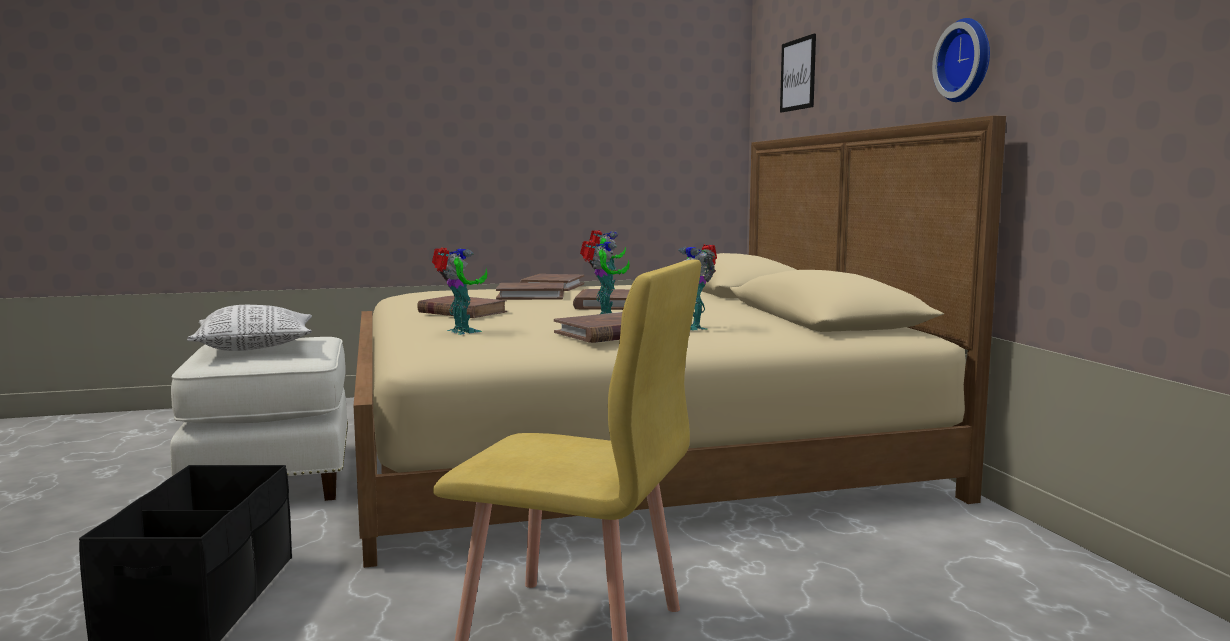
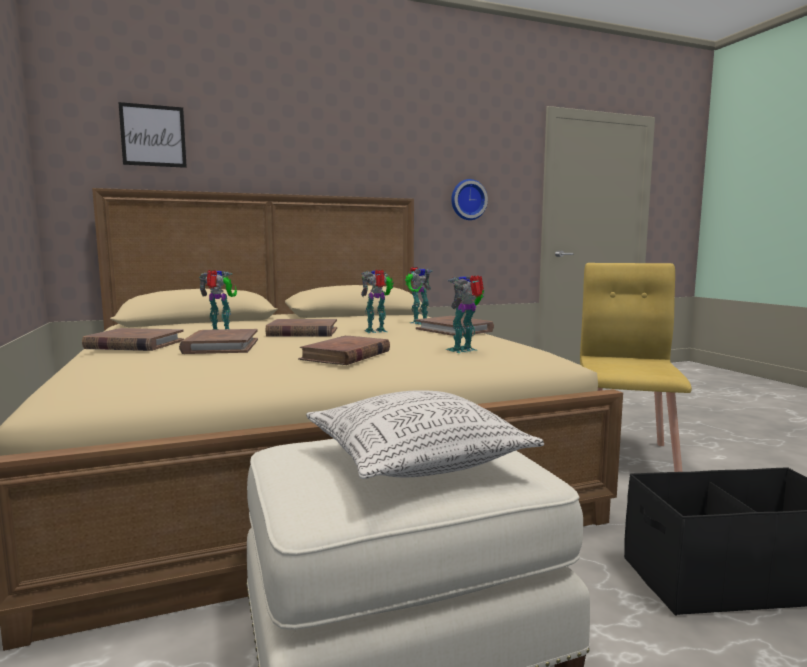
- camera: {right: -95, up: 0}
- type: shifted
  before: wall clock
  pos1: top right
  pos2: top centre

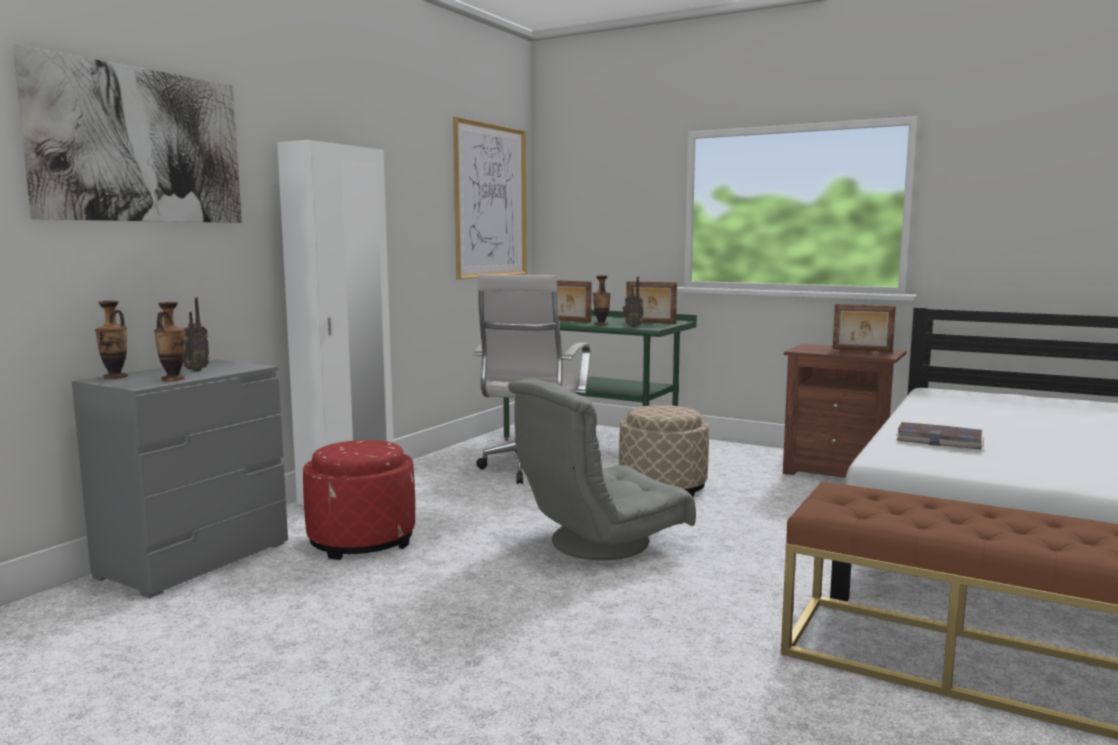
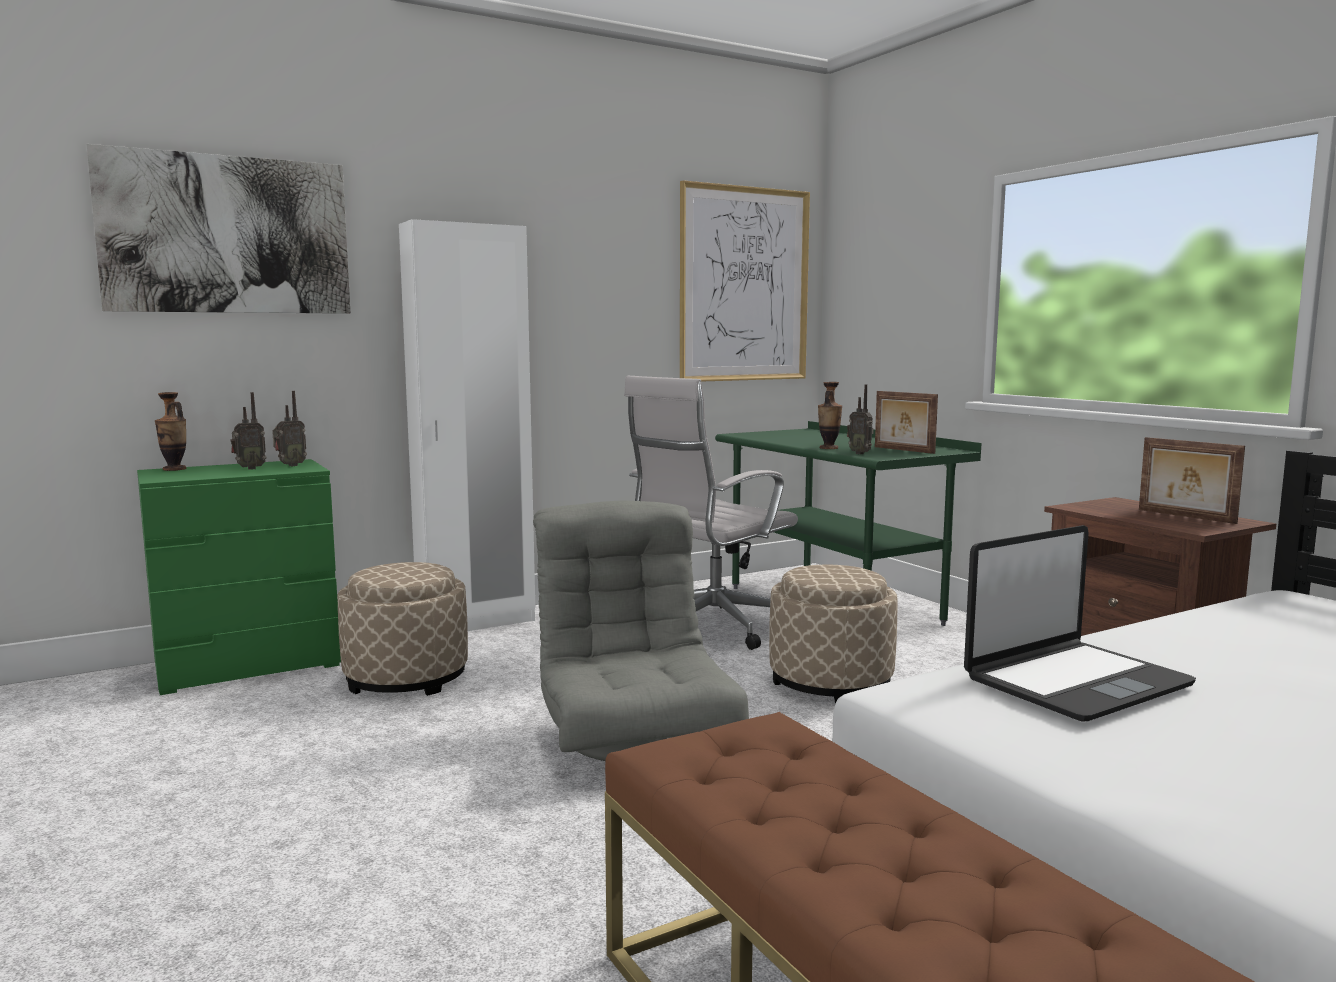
- camera: {right: 30, up: 0}
- type: gone
  before: vase (no. 2 from left)
  pos1: middle left
- type: gone
  before: picture frame (no. 1 from left)
  pos1: centre
- type: new
  after: radio (no. 2 from left)
  pos2: middle left
- type: swapped
  before: book
  after: laptop
  pos1: middle right
  pos2: middle right
- type: repainted
  before: grey dresser
  after: green dresser
  pos1: middle left
  pos2: middle left
- type: repainted
  before: red ottoman
  after: beige ottoman (no. 1 from left)
  pos1: bottom left
  pos2: middle left
- type: rotated
  before: grey armchair
  pos1: centre
  pos2: centre
  turn: 75

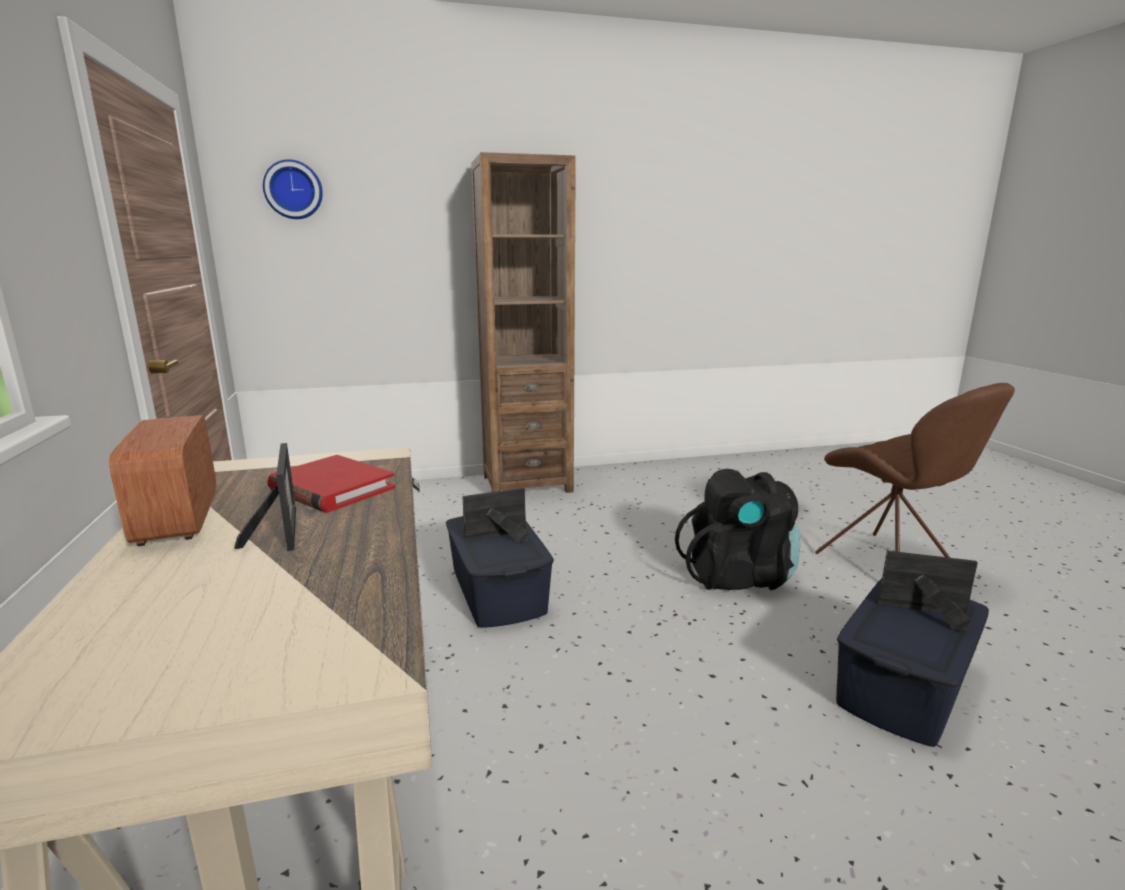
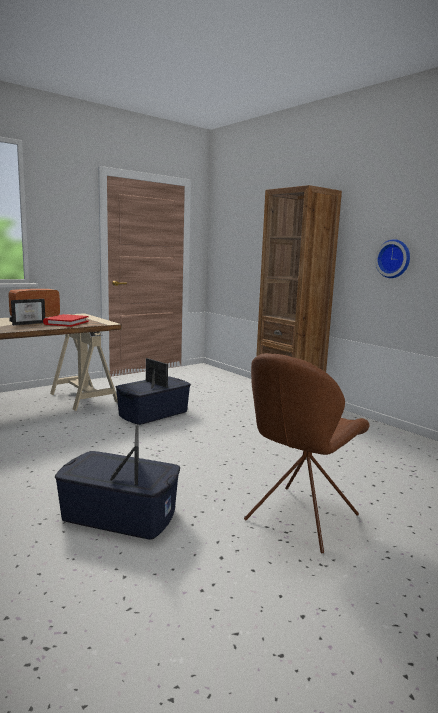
- camera: {right: 65, up: -5}
- type: gone
  before: black backpack
  pos1: centre
- type: shifted
  before: wall clock
  pos1: top left
  pos2: middle right

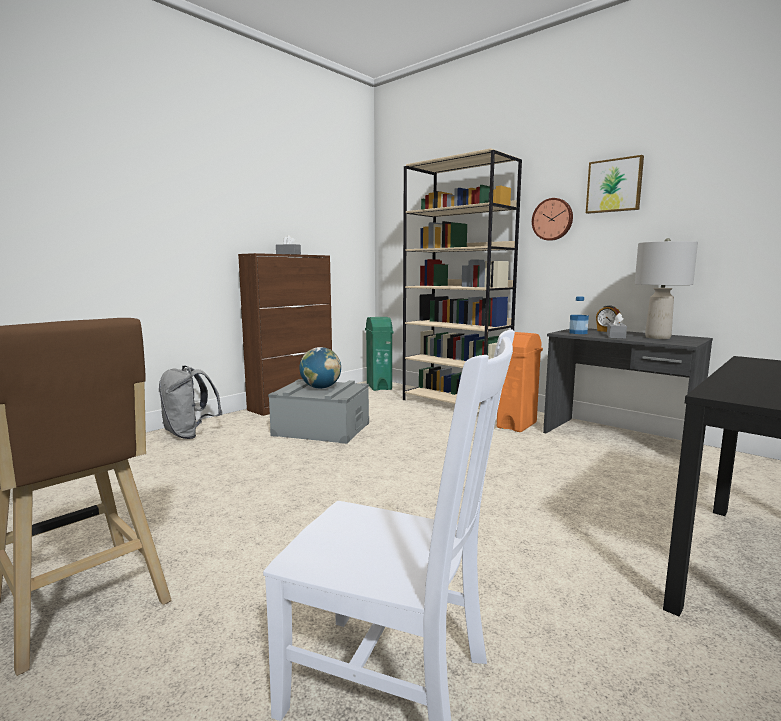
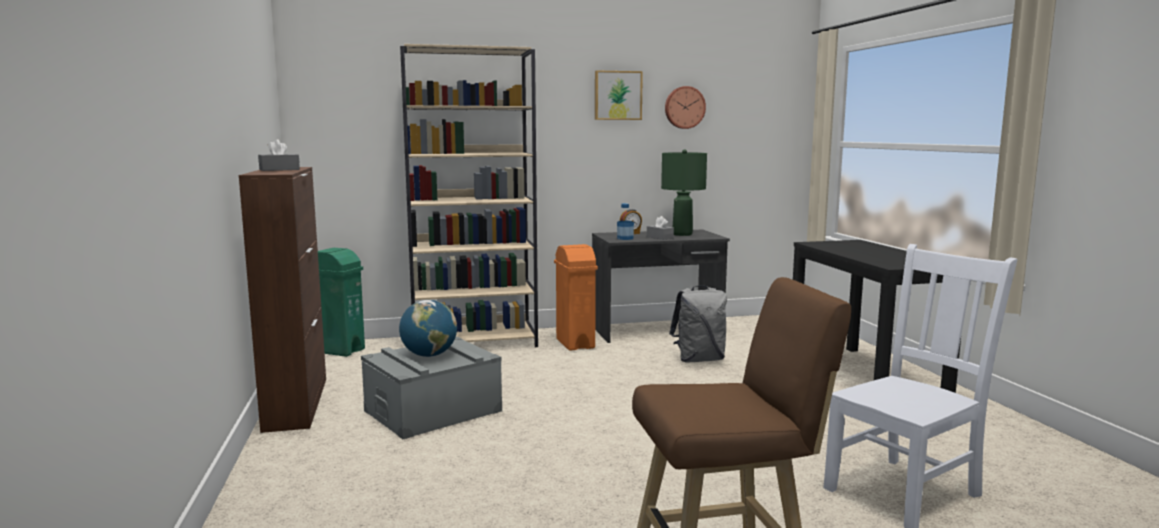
- camera: {right: -55, up: 0}
- type: shifted
  before: grey backpack
  pos1: middle left
  pos2: centre
- type: shifted
  before: wall clock
  pos1: top right
  pos2: top centre
- type: repainted
  before: grey table lamp
  after: green table lamp
  pos1: middle right
  pos2: centre

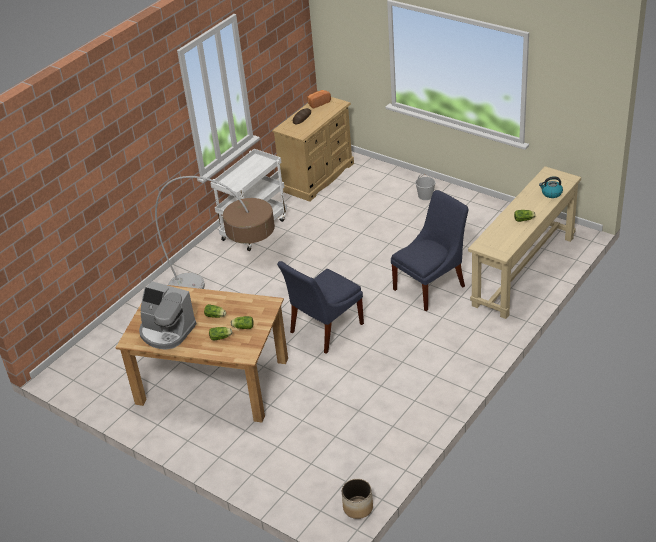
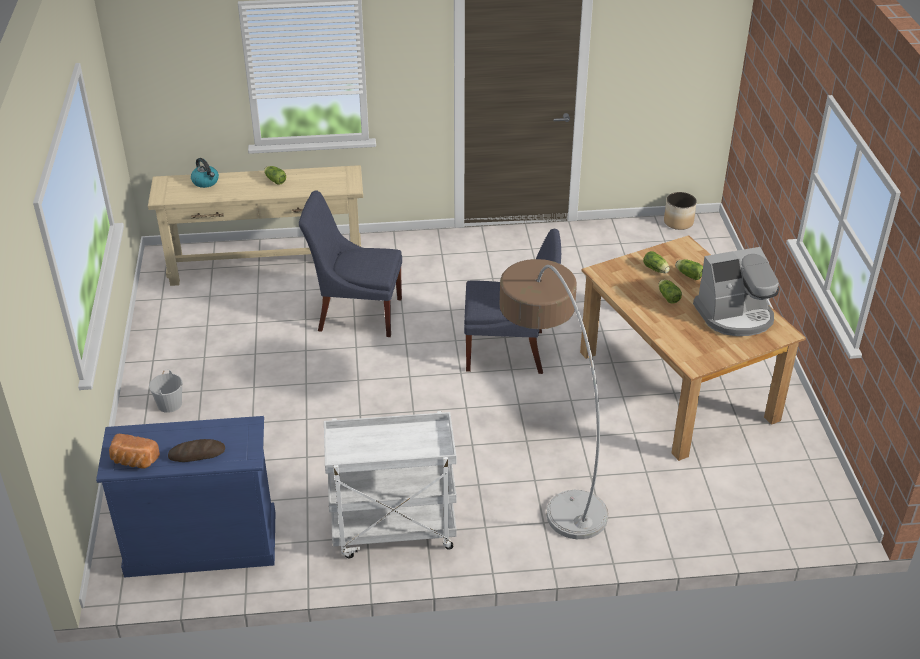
- camera: {right: -135, up: 0}
- type: repainted
  before: beige dresser
  after: blue dresser
  pos1: top centre
  pos2: bottom left
- type: rotated
  before: coffee machine
  pos1: middle left
  pos2: middle right
  turn: 90

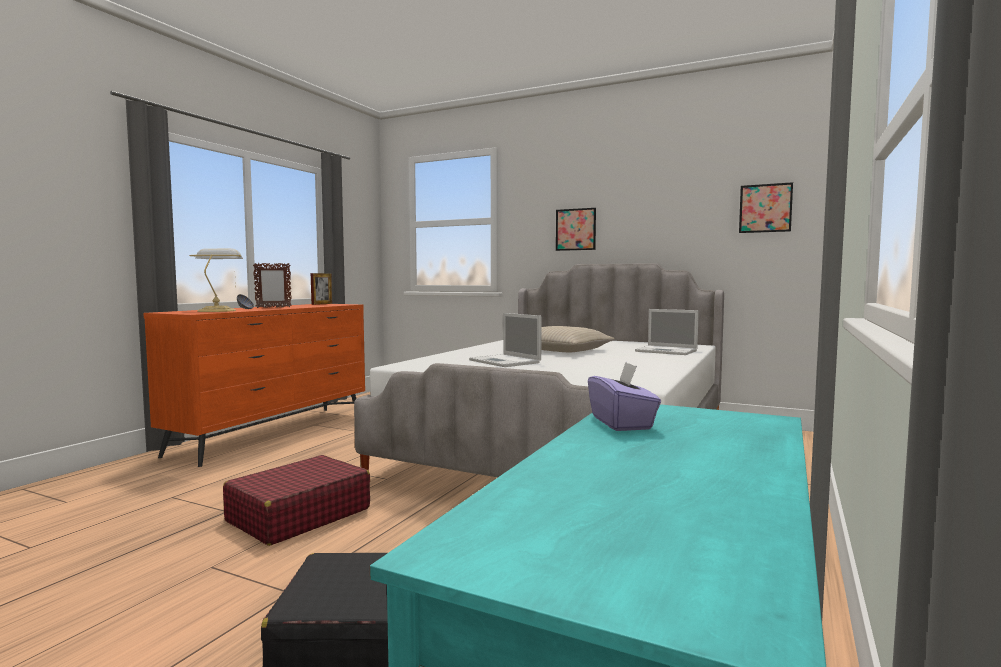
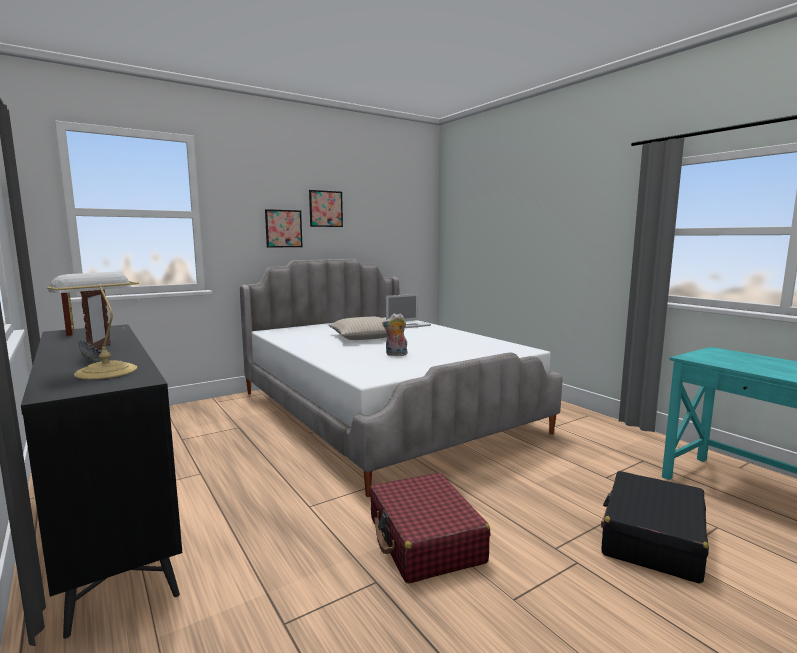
- camera: {right: -60, up: 5}
- type: gone
  before: purple tissue box
  pos1: centre
- type: shifted
  before: picture (no. 2 from left)
  pos1: top right
  pos2: top centre
- type: swapped
  before: laptop (no. 1 from left)
  after: plush toy
  pos1: centre
  pos2: centre
- type: repainted
  before: orange dresser
  after: black dresser
  pos1: middle left
  pos2: bottom left

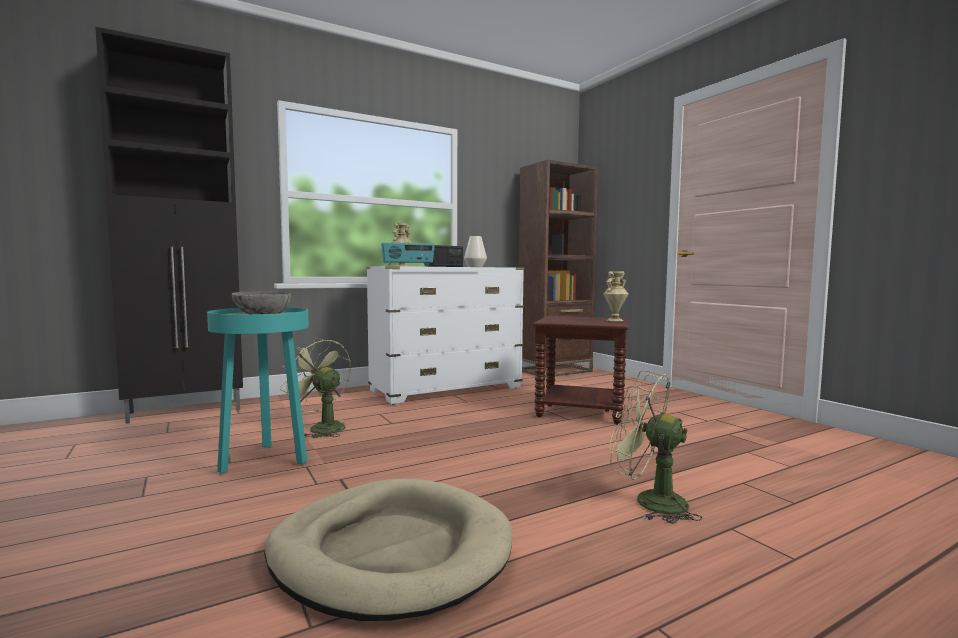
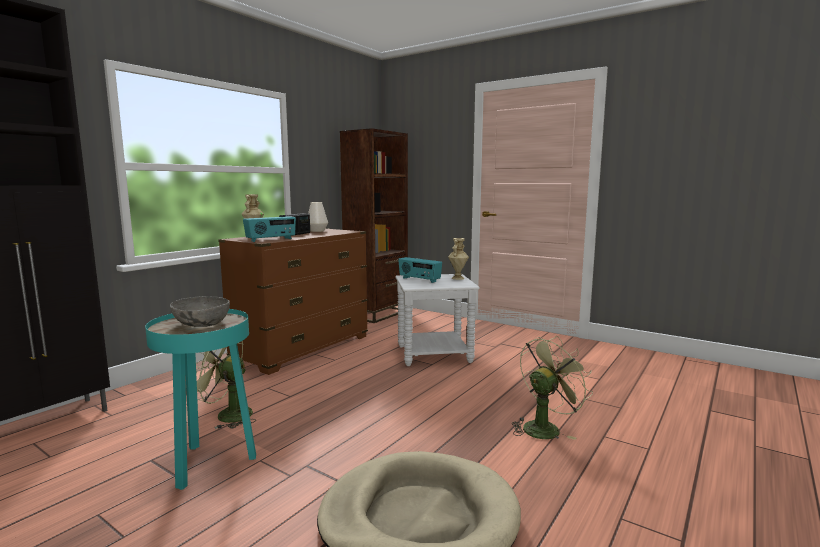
- camera: {right: -25, up: 5}
- type: new
  after: radio (no. 3 from left)
  pos2: centre
- type: repainted
  before: white dresser
  after: brown dresser
  pos1: centre
  pos2: centre
- type: repainted
  before: brown side table
  after: white side table
  pos1: centre
  pos2: centre
- type: rotated
  before: green fan (no. 2 from left)
  pos1: bottom right
  pos2: bottom right
  turn: 135

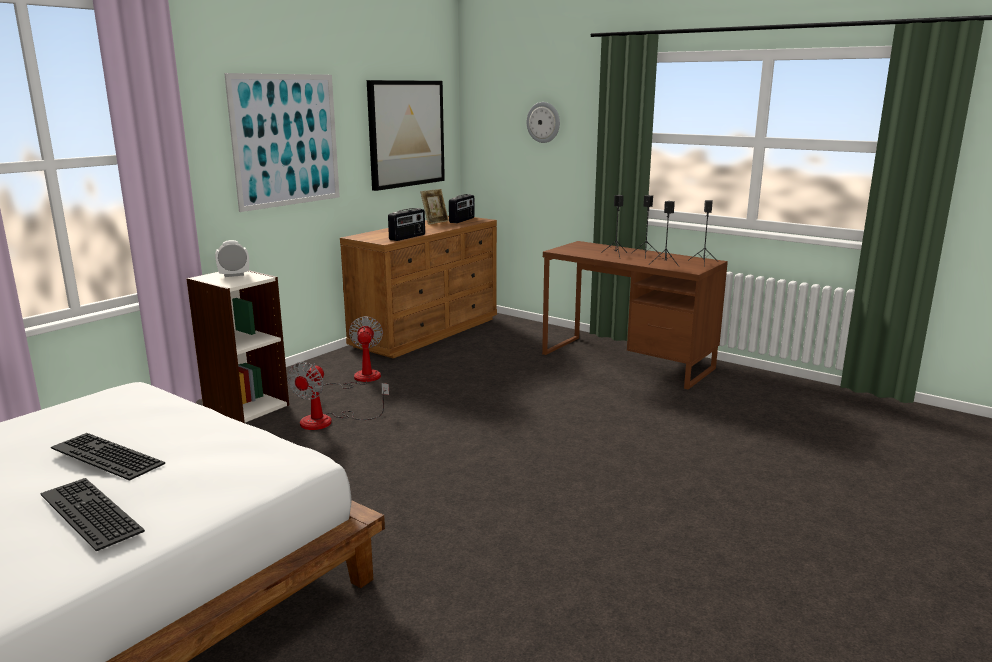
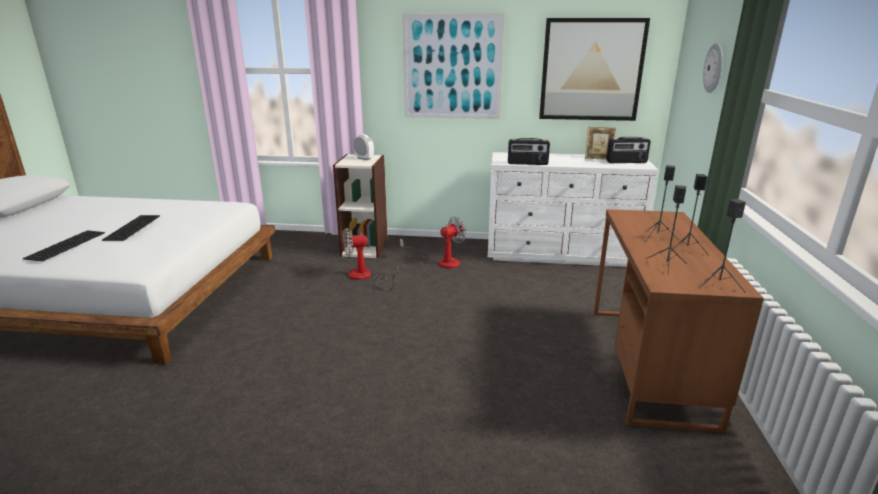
- camera: {right: 60, up: 5}
- type: repainted
  before: brown dresser
  after: white dresser
  pos1: centre
  pos2: centre

